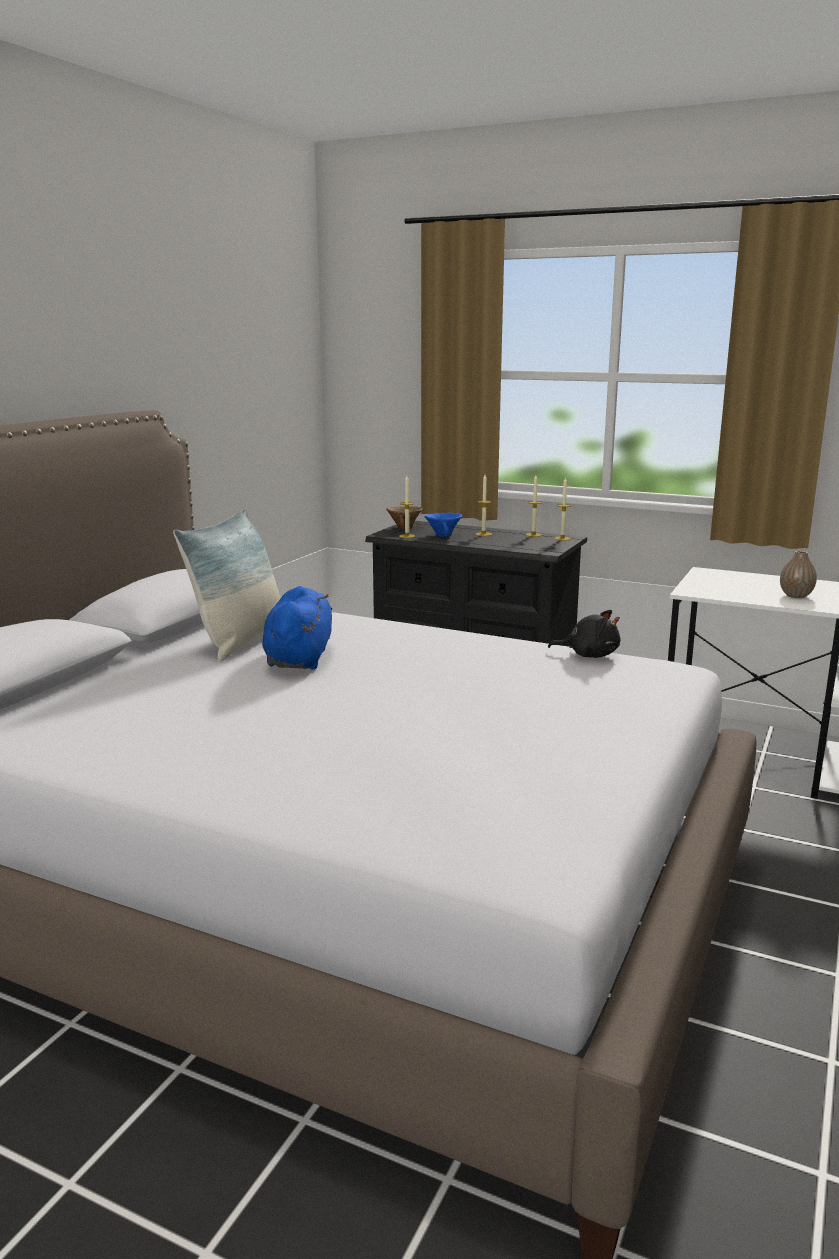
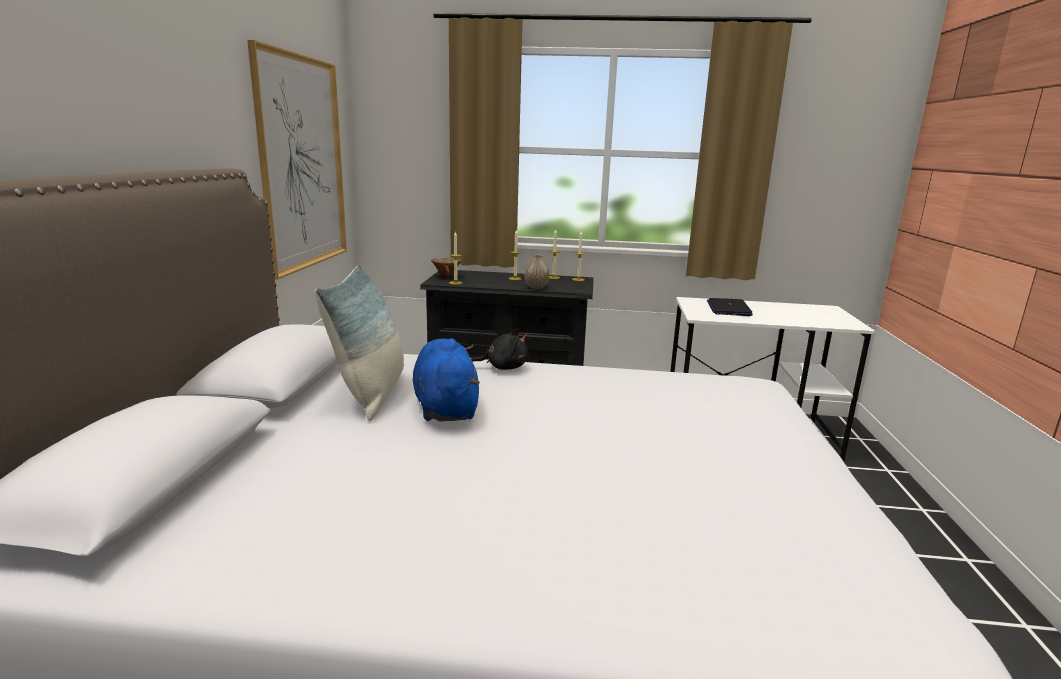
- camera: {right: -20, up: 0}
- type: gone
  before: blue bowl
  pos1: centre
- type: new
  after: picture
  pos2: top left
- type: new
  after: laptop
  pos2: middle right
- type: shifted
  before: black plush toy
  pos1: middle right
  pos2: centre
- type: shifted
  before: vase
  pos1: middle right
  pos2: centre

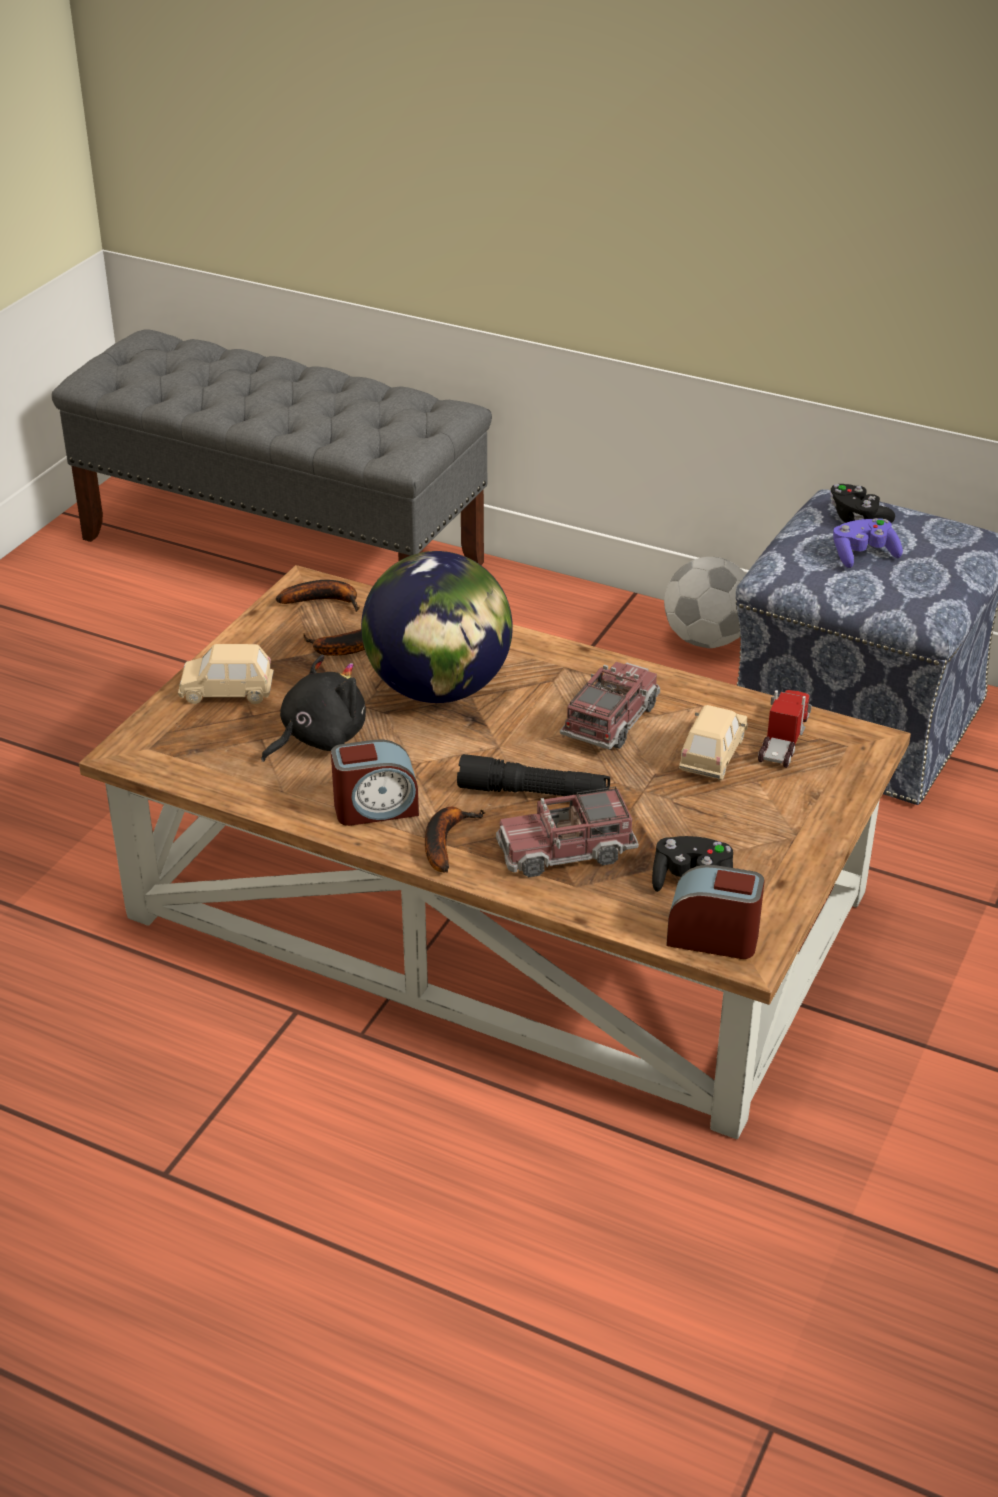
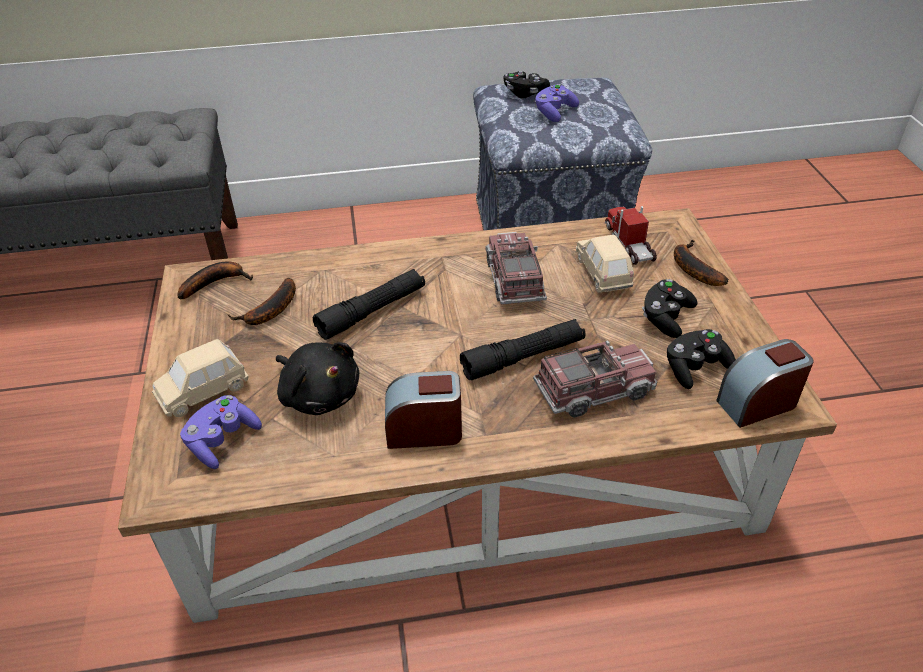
- camera: {right: -35, up: 5}
- type: gone
  before: football
  pos1: middle right
- type: new
  after: purple game controller (no. 1 from left)
  pos2: middle left
- type: new
  after: black game controller (no. 2 from left)
  pos2: middle right
- type: shifted
  before: banana (no. 3 from left)
  pos1: centre
  pos2: middle right
- type: swapped
  before: globe
  after: black flashlight (no. 1 from left)
  pos1: centre
  pos2: centre
- type: rotated
  before: black plush toy
  pos1: middle left
  pos2: centre
  turn: 120
- type: rotated
  before: alarm clock (no. 1 from left)
  pos1: centre
  pos2: centre
  turn: -135
- type: rotated
  before: toy truck (no. 1 from left in the first image)
  pos1: centre
  pos2: centre
  turn: -150

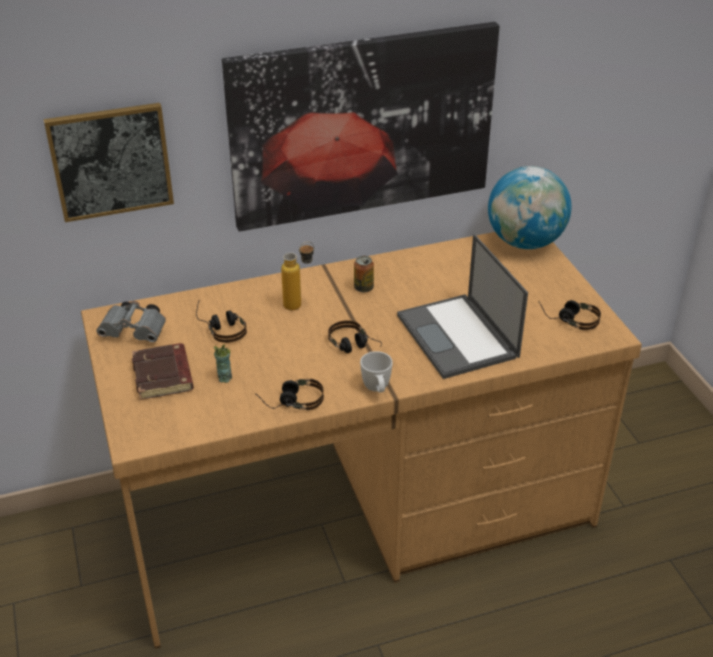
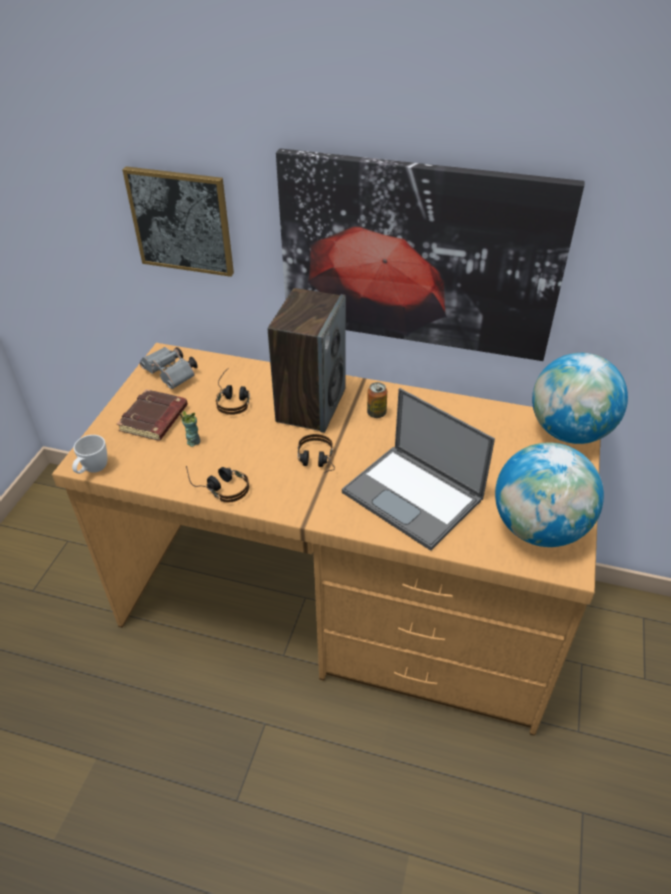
- camera: {right: 35, up: 5}
- type: shifted
  before: white mug
  pos1: centre
  pos2: middle left
- type: swapped
  before: bottle
  after: speaker
  pos1: centre
  pos2: centre
- type: swapped
  before: headphones (no. 4 from left)
  after: globe (no. 1 from left)
  pos1: middle right
  pos2: middle right
- type: rotated
  before: laptop
  pos1: centre
  pos2: centre
  turn: -60

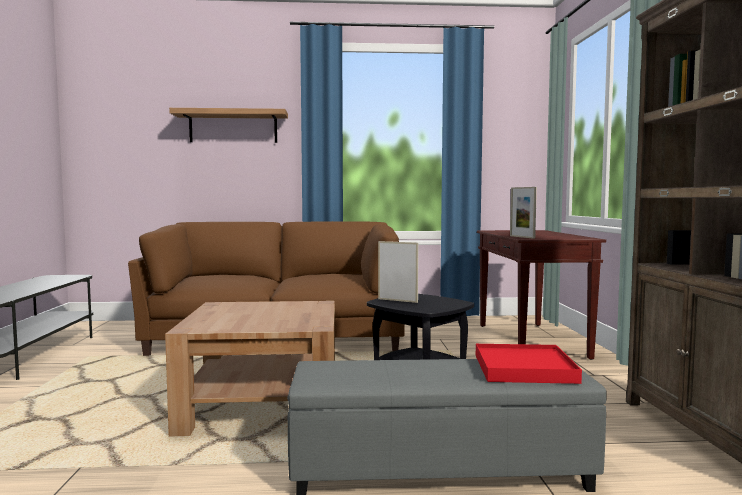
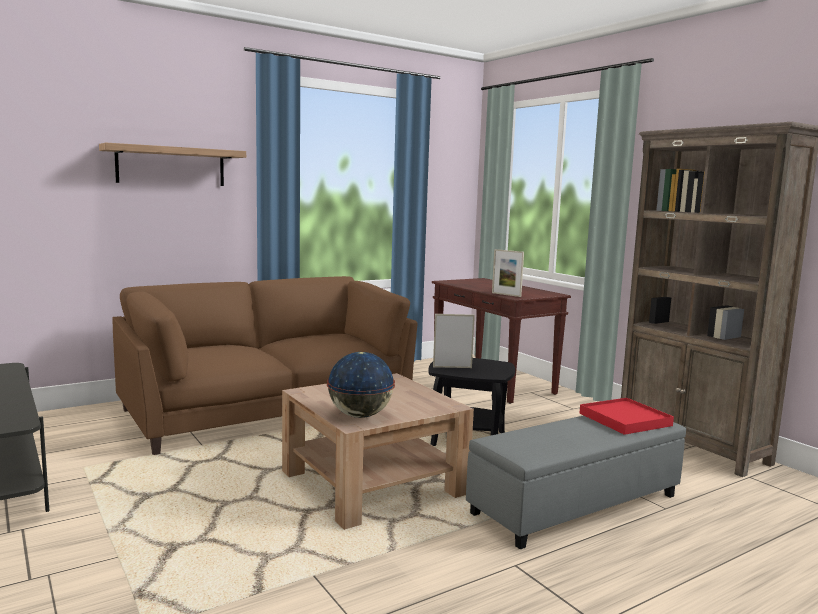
- camera: {right: -30, up: 5}
- type: new
  after: globe
  pos2: centre

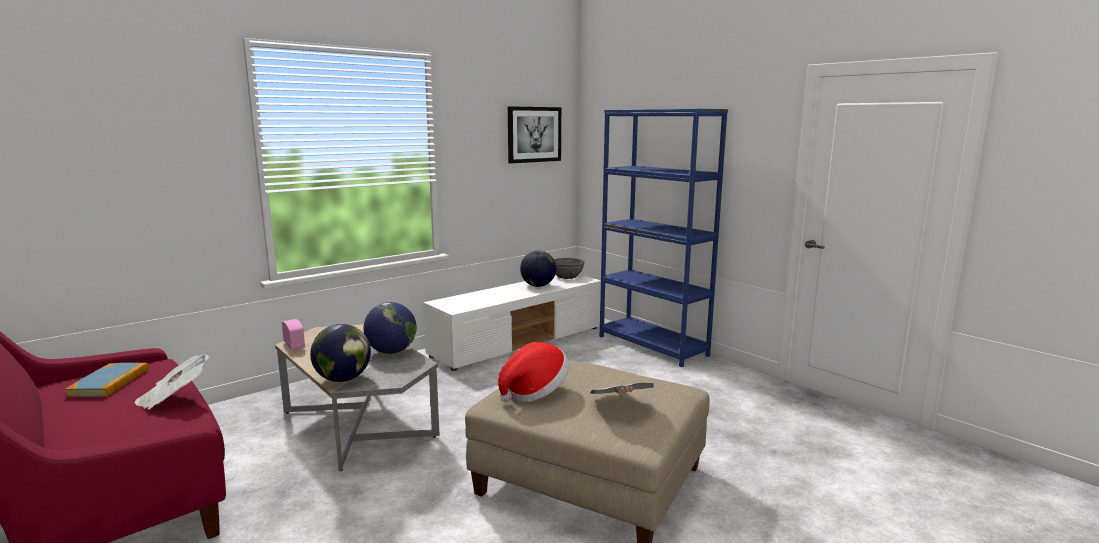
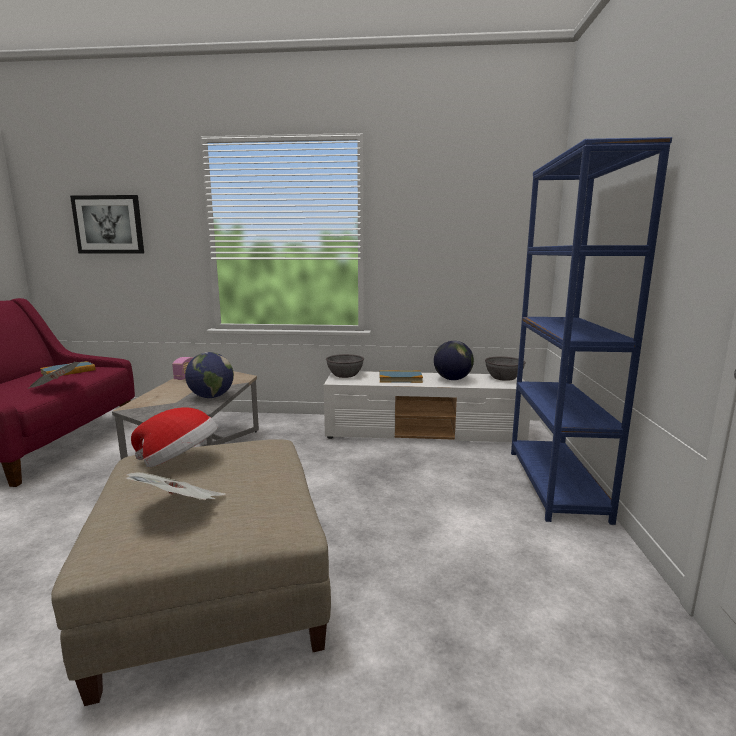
- camera: {right: 45, up: 0}
- type: gone
  before: globe (no. 1 from left)
  pos1: middle left
- type: new
  after: grey bowl (no. 1 from left)
  pos2: centre
- type: new
  after: book (no. 2 from left)
  pos2: centre
- type: shifted
  before: picture
  pos1: top centre
  pos2: top left

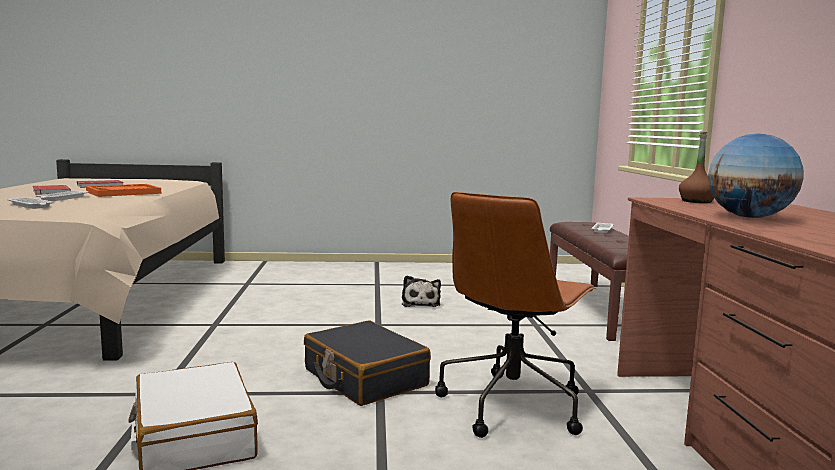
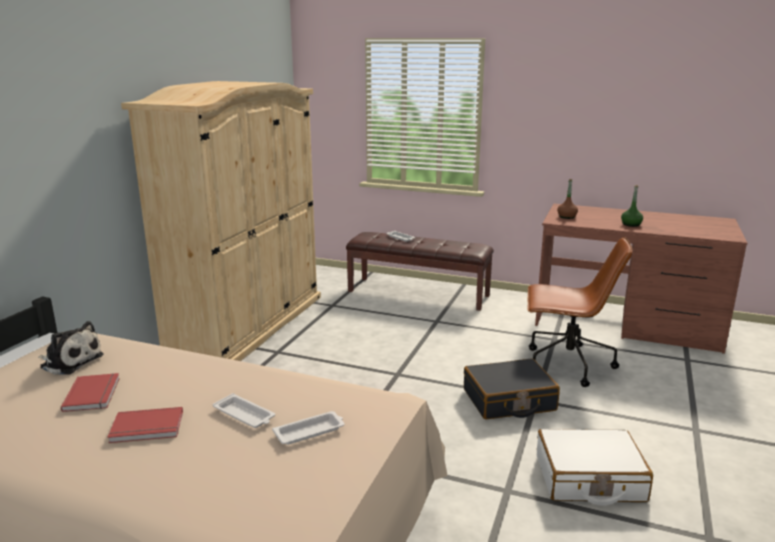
- camera: {right: -65, up: 10}
- type: gone
  before: orange tray
  pos1: middle left
- type: new
  after: beige wardrobe
  pos2: middle left
- type: shifted
  before: plush toy
  pos1: centre
  pos2: middle left
- type: swapped
  before: globe
  after: green bottle
  pos1: middle right
  pos2: middle right
- type: rotated
  before: brown office chair
  pos1: bottom centre
  pos2: middle right
  turn: -45

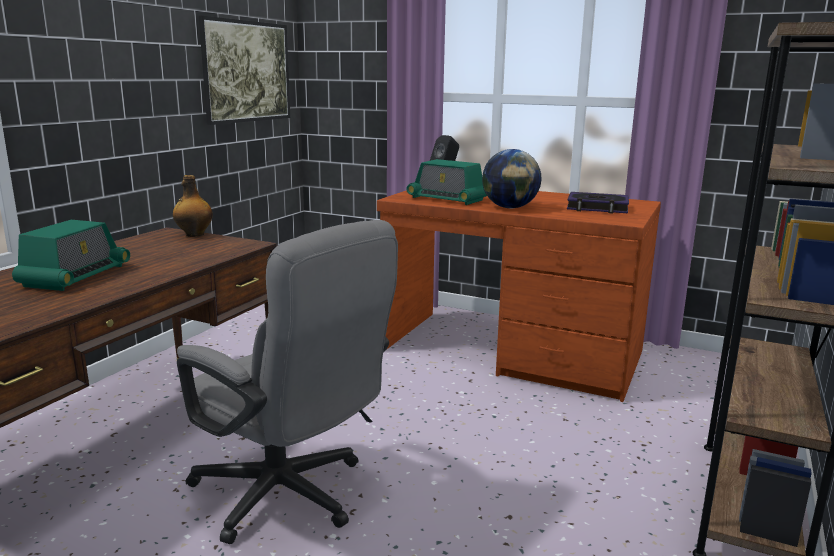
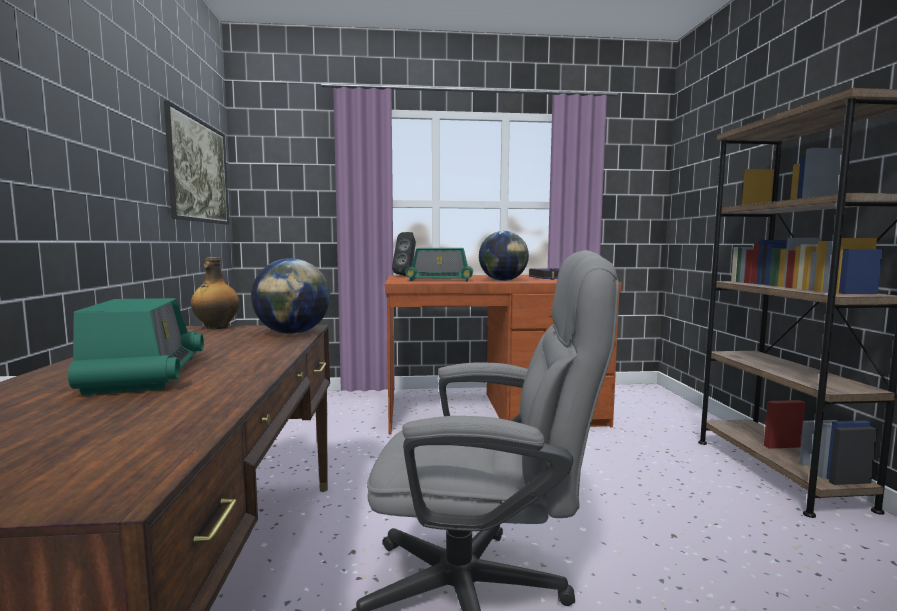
- camera: {right: -30, up: -10}
- type: new
  after: globe (no. 1 from left)
  pos2: middle left

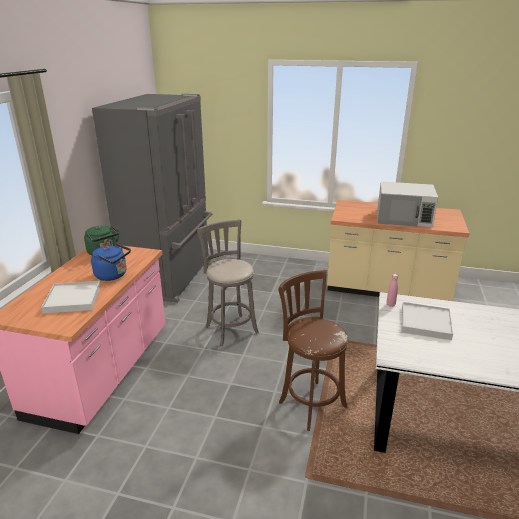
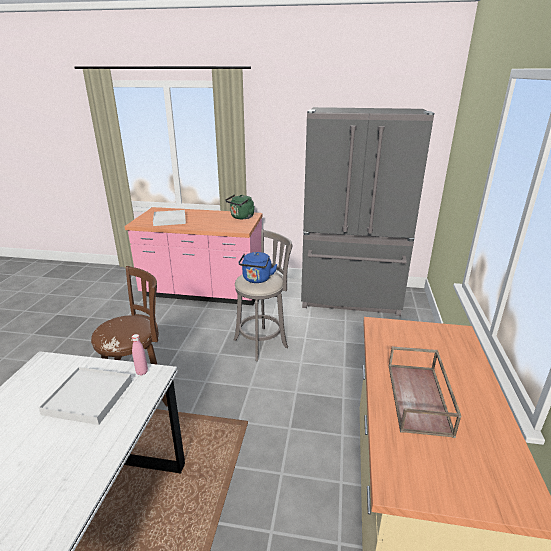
- camera: {right: 85, up: 0}
- type: shifted
  before: blue kettle
  pos1: middle left
  pos2: centre
- type: swapped
  before: white microwave
  after: brown tray
  pos1: middle right
  pos2: bottom right

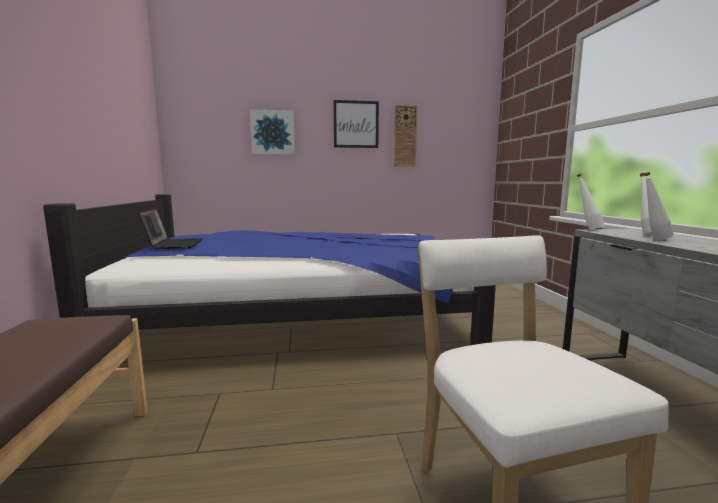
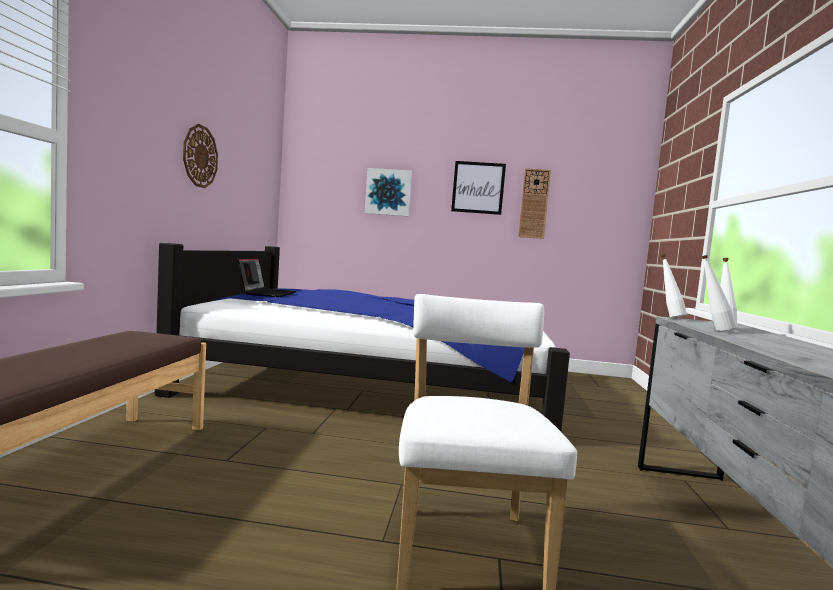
- camera: {right: 15, up: -5}
- type: new
  after: wall clock (no. 1 from left)
  pos2: top left

